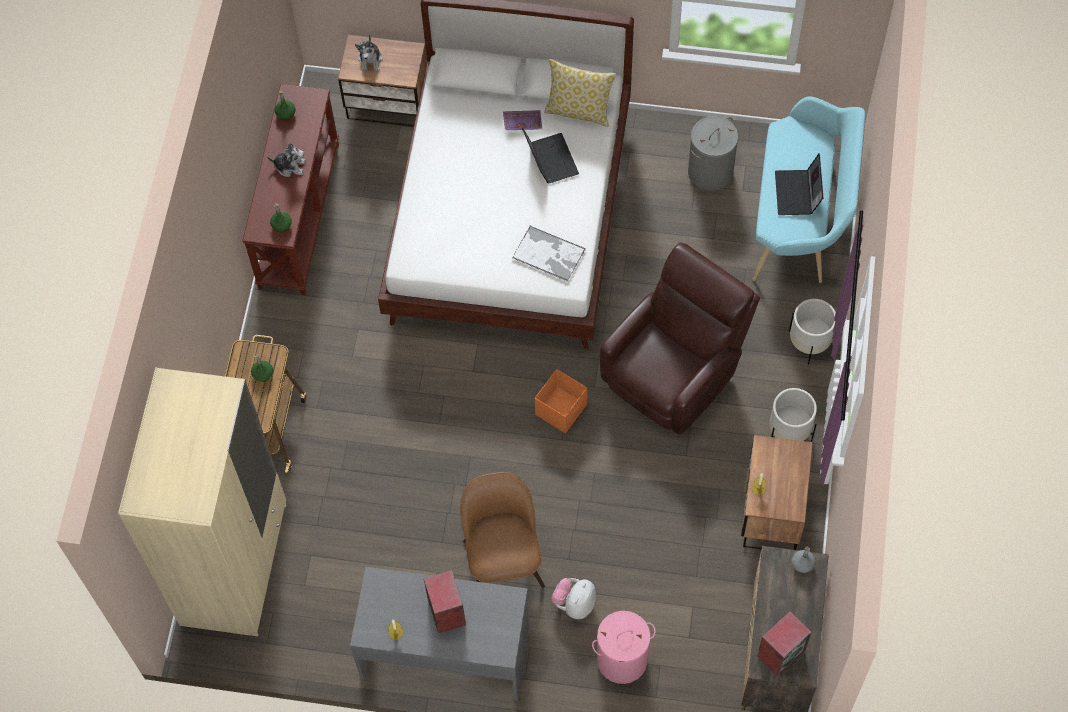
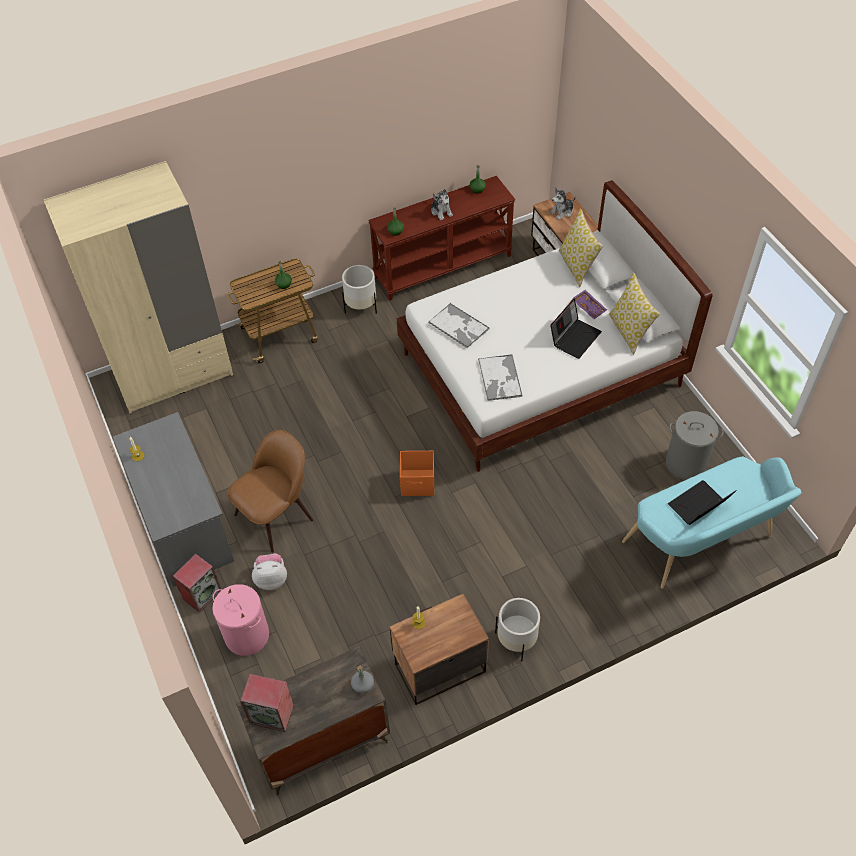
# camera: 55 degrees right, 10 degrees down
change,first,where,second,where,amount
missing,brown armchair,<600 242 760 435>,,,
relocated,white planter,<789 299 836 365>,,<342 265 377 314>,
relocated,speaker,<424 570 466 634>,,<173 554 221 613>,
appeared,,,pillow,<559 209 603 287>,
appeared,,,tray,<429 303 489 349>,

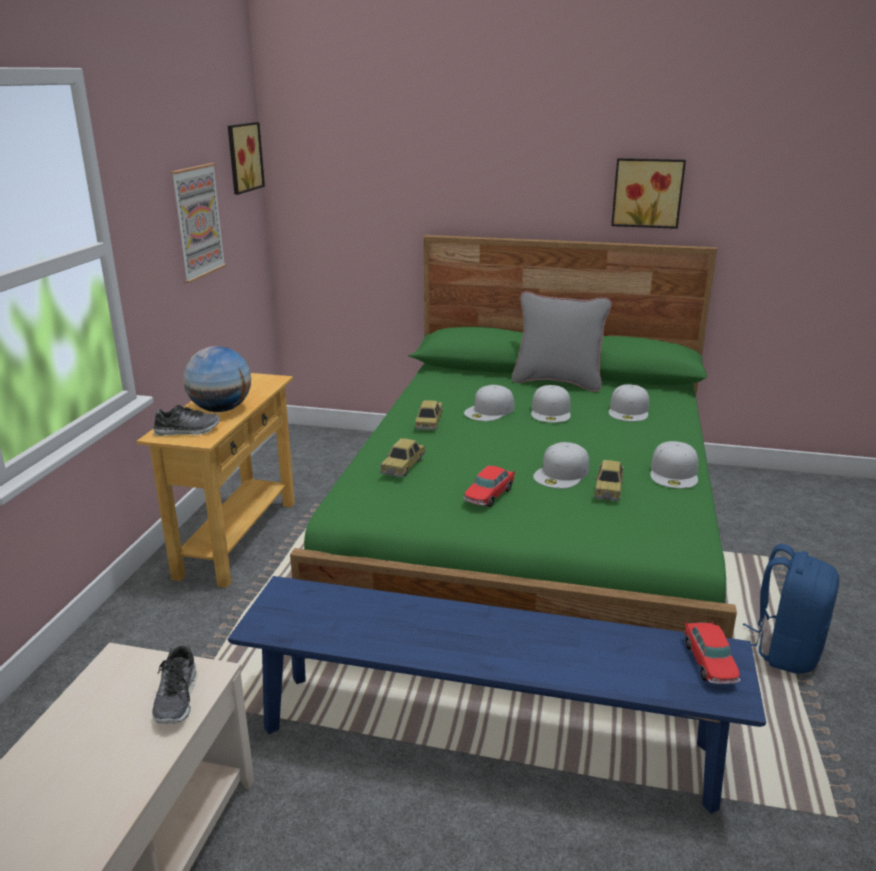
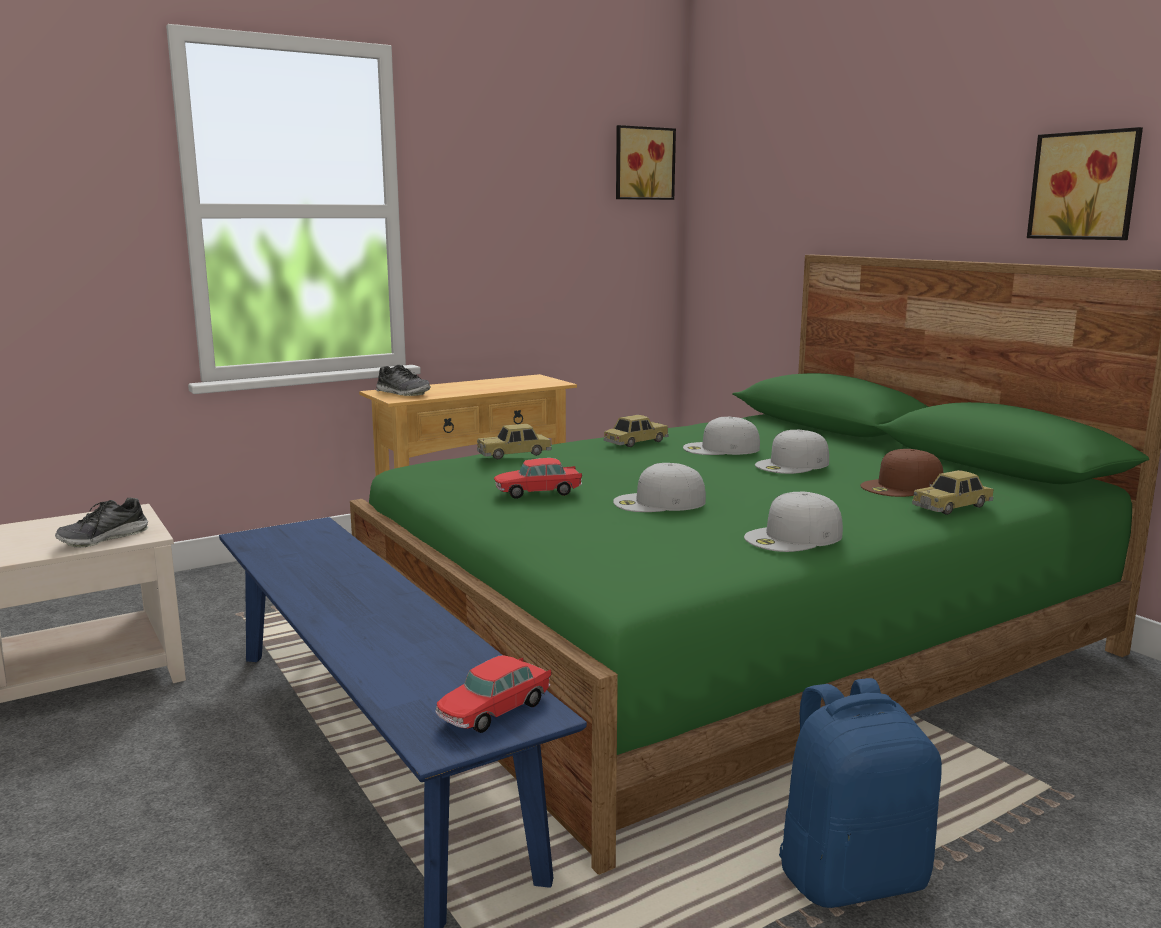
# camera: 45 degrees right, 10 degrees down
change,first,where,second,where,amount
missing,picture,<170 163 227 283>,,,
missing,grey pillow,<512 291 612 392>,,,
missing,globe,<183 346 251 412>,,,
colour,white cap,<609 384 649 422>,brown cap,<860 449 944 497>,
relocated,toy car,<594 460 624 501>,,<912 470 994 515>,

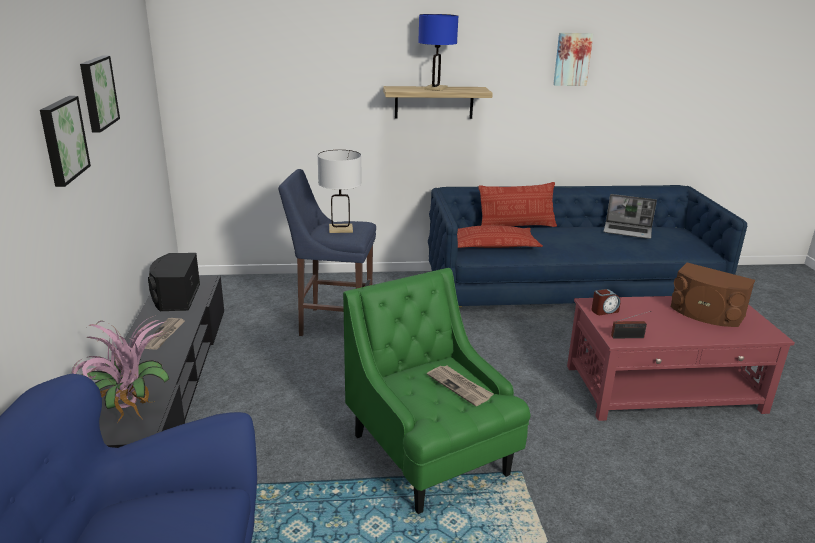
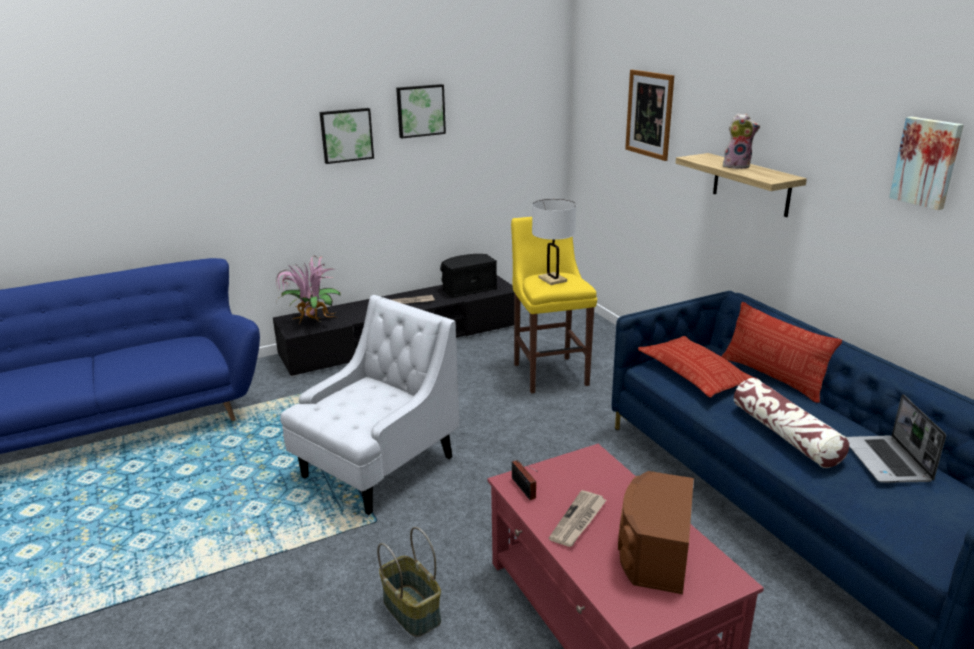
# camera: 70 degrees right, 0 degrees up
change,first,where,second,where,amount
exchanged,blue table lamp,<418 14 458 91>,plush toy,<723 113 760 169>,
colour,blue stool,<278 169 376 336>,yellow stool,<511 217 597 394>,
colour,green armchair,<343 268 531 514>,white armchair,<280 295 459 515>,
missing,alarm clock,<591 289 621 315>,,,
relocated,newspaper,<427 366 493 406>,,<549 490 606 547>,
appeared,,,picture,<625 70 674 161>,
appeared,,,pillow,<734 378 849 468>,
appeared,,,basket,<377 527 441 637>,

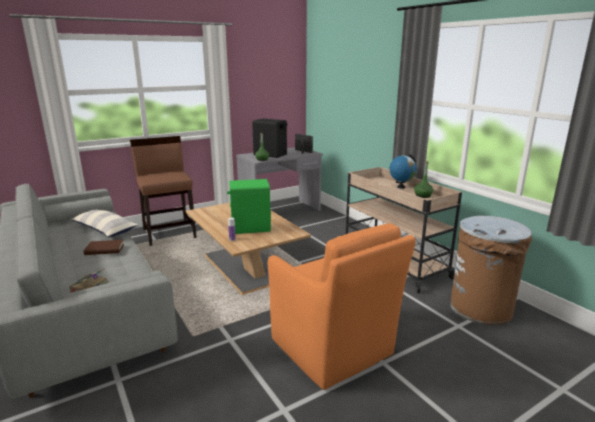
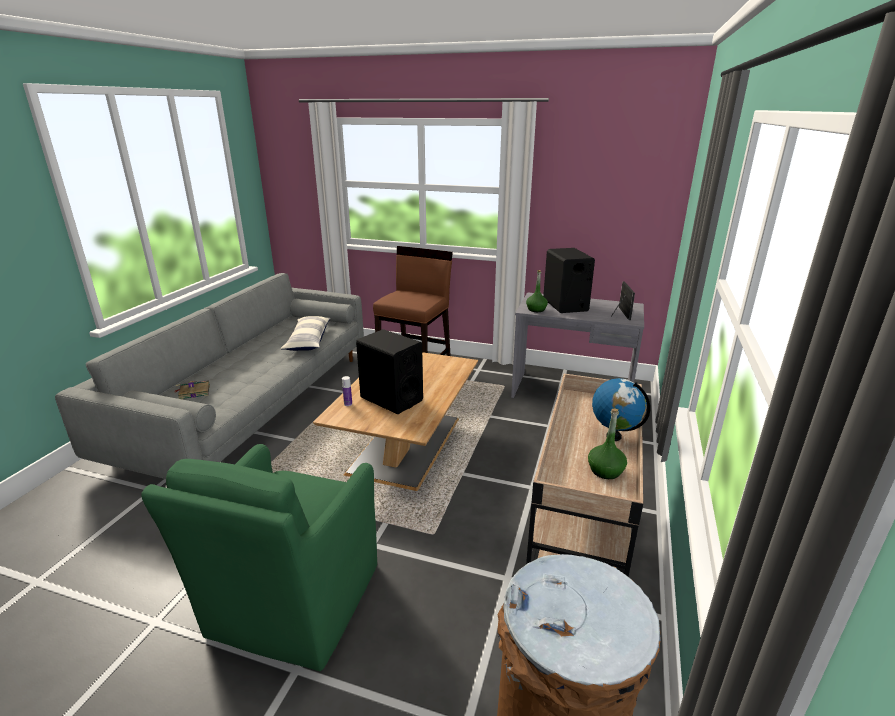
# camera: 50 degrees right, 5 degrees up
change,first,where,second,where,amount
colour,green speaker,<227 179 271 234>,black speaker,<356 329 423 414>,
colour,orange armchair,<268 223 416 390>,green armchair,<141 444 377 671>,
missing,brown book,<84 240 124 255>,,,

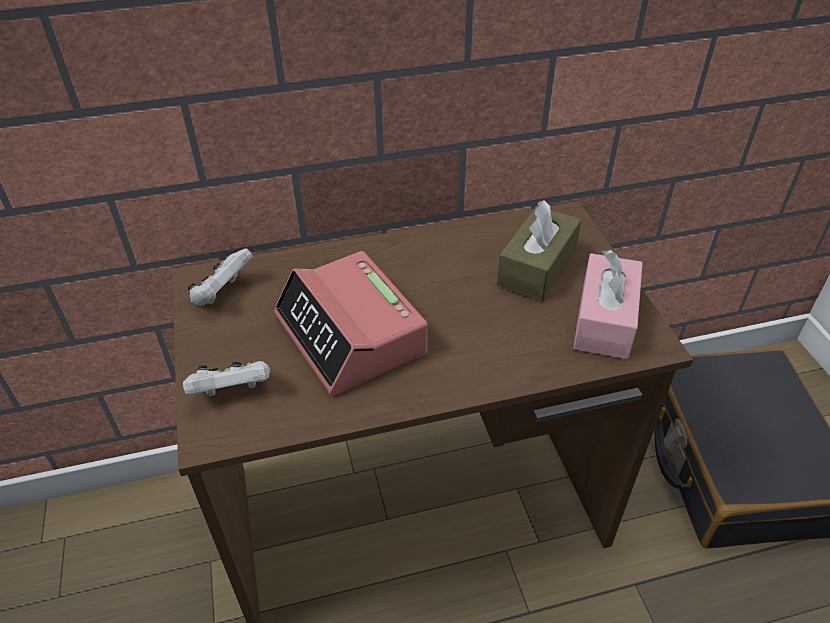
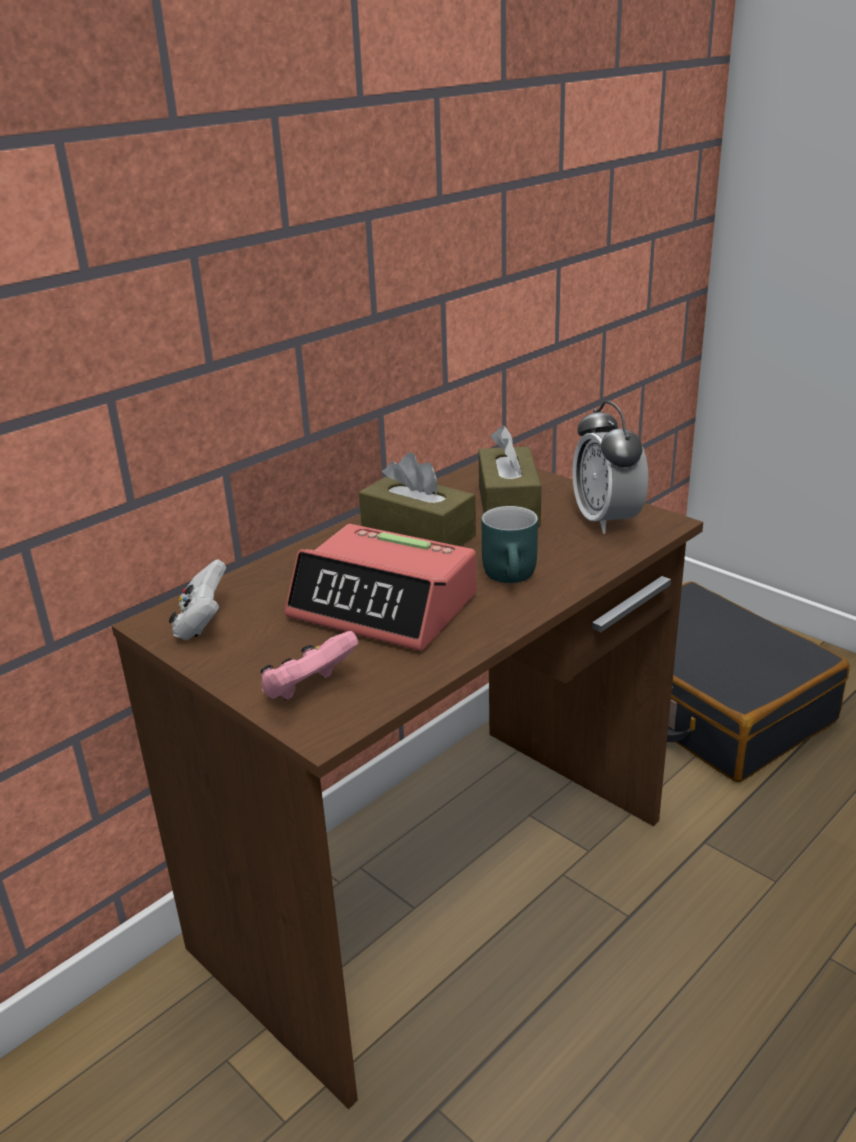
# camera: 30 degrees left, 15 degrees down
change,first,where,second,where,amount
exchanged,pink tissue box,<573 250 643 359>,alarm clock,<572 401 649 534>,
colour,white game controller,<183 361 270 397>,pink game controller,<260 631 359 700>,
appeared,,,brown tissue box,<359 453 476 546>,
appeared,,,turquoise mug,<482 506 538 583>,

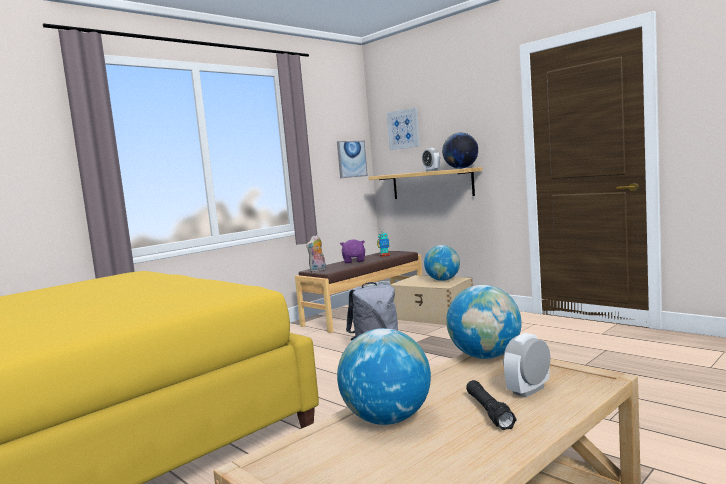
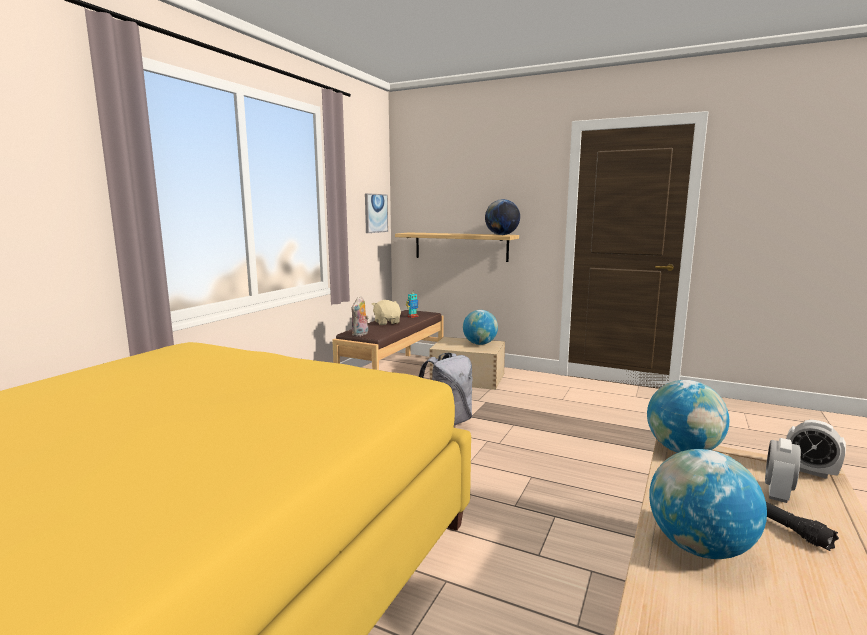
# camera: 20 degrees left, 5 degrees up
change,first,where,second,where,amount
missing,picture,<387 107 420 150>,,,
relocated,alarm clock,<422 148 440 172>,,<786 420 846 479>,
colour,purple plush toy,<340 239 365 263>,beige plush toy,<372 300 401 325>,

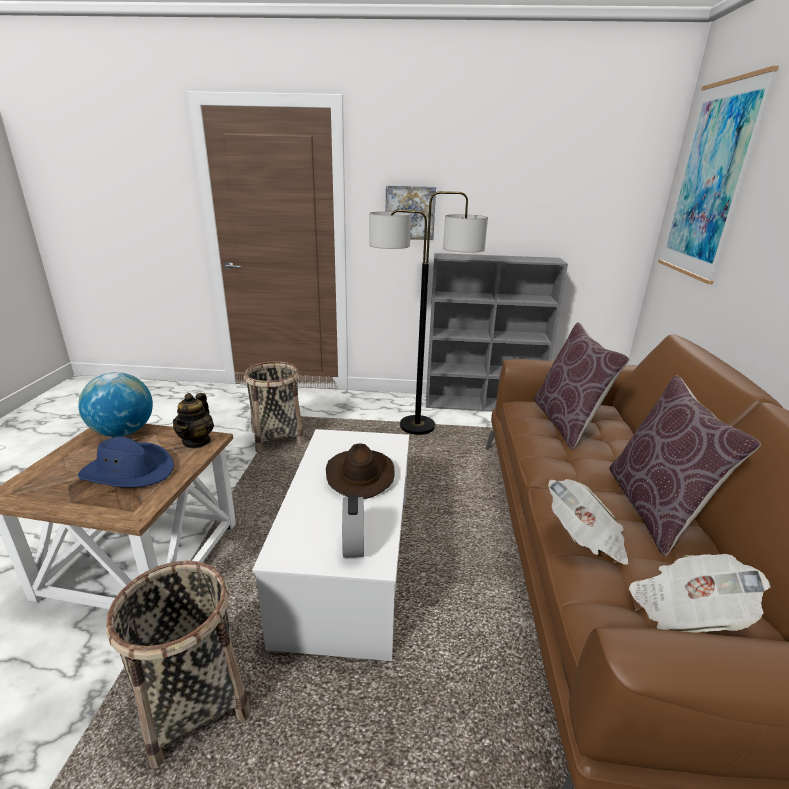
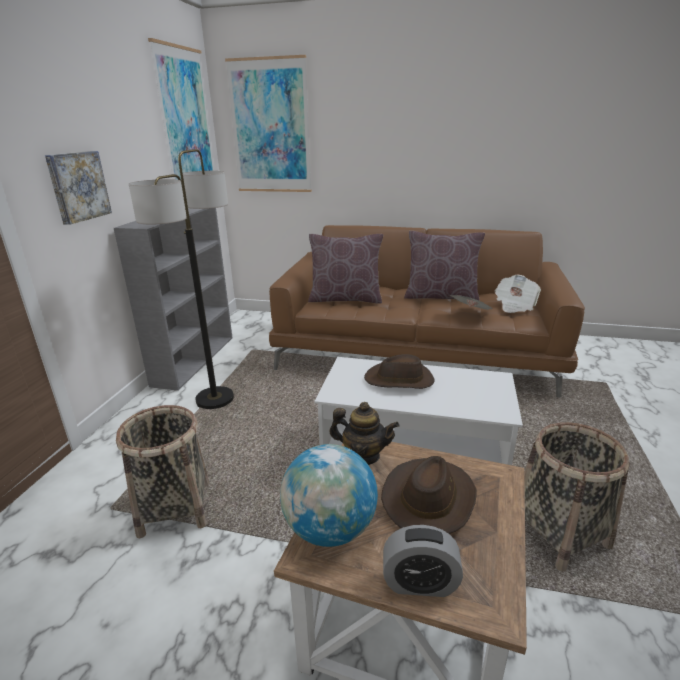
# camera: 80 degrees left, 0 degrees up
change,first,where,second,where,amount
colour,blue hat,<78 437 174 487>,brown hat,<381 456 477 534>,
relocated,alarm clock,<342 495 364 558>,,<383 525 463 597>,
appeared,,,picture,<148 38 215 180>,

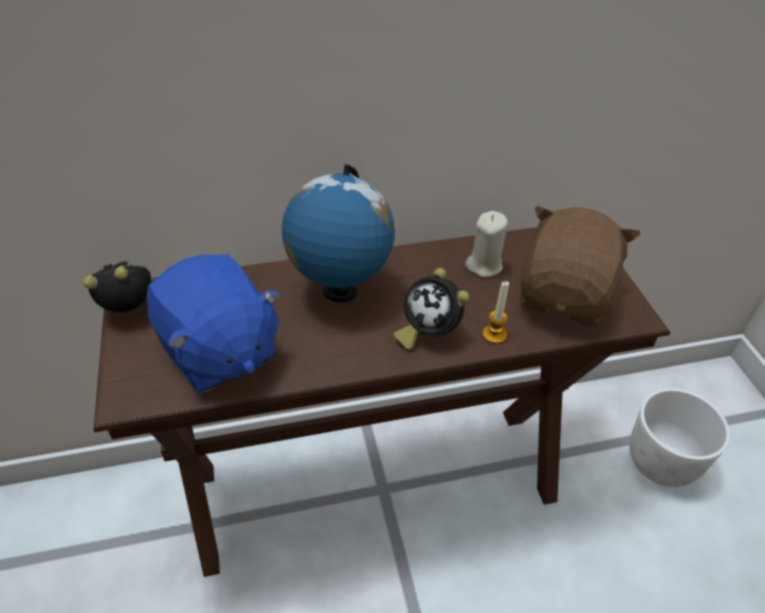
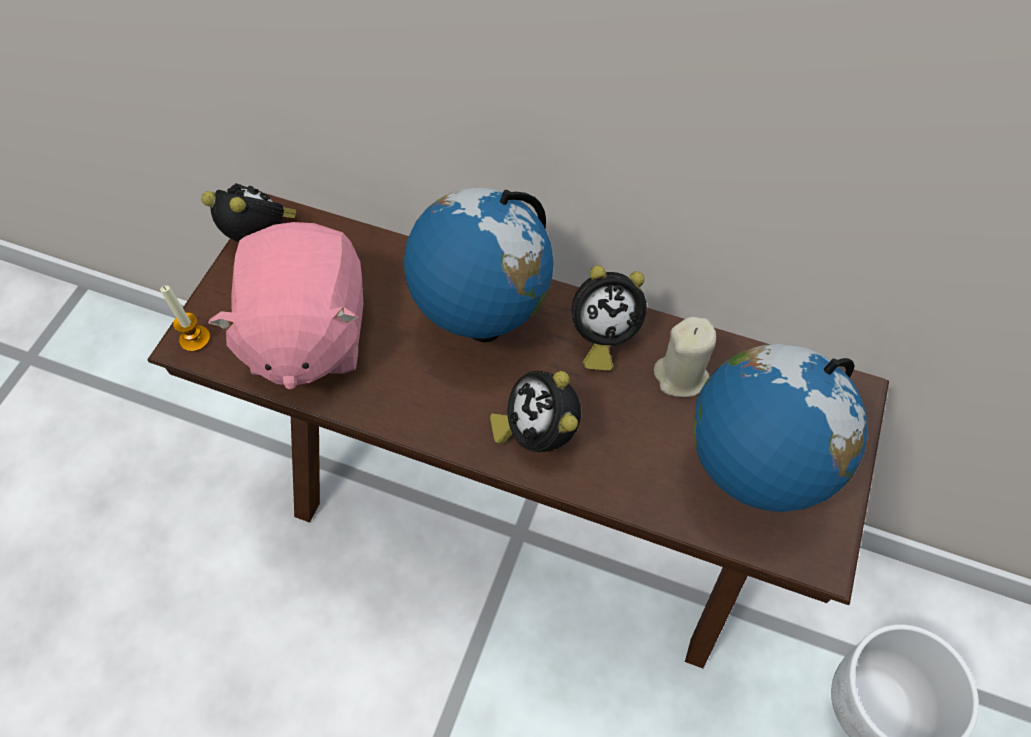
# camera: 35 degrees right, 15 degrees up
change,first,where,second,where,amount
exchanged,brown plush toy,<520 206 640 326>,globe,<693 344 868 512>,
colour,blue plush toy,<146 254 281 393>,pink plush toy,<208 222 363 390>,
relocated,candle,<482 281 509 344>,,<160 285 211 352>,
appeared,,,alarm clock,<572 265 647 371>,

